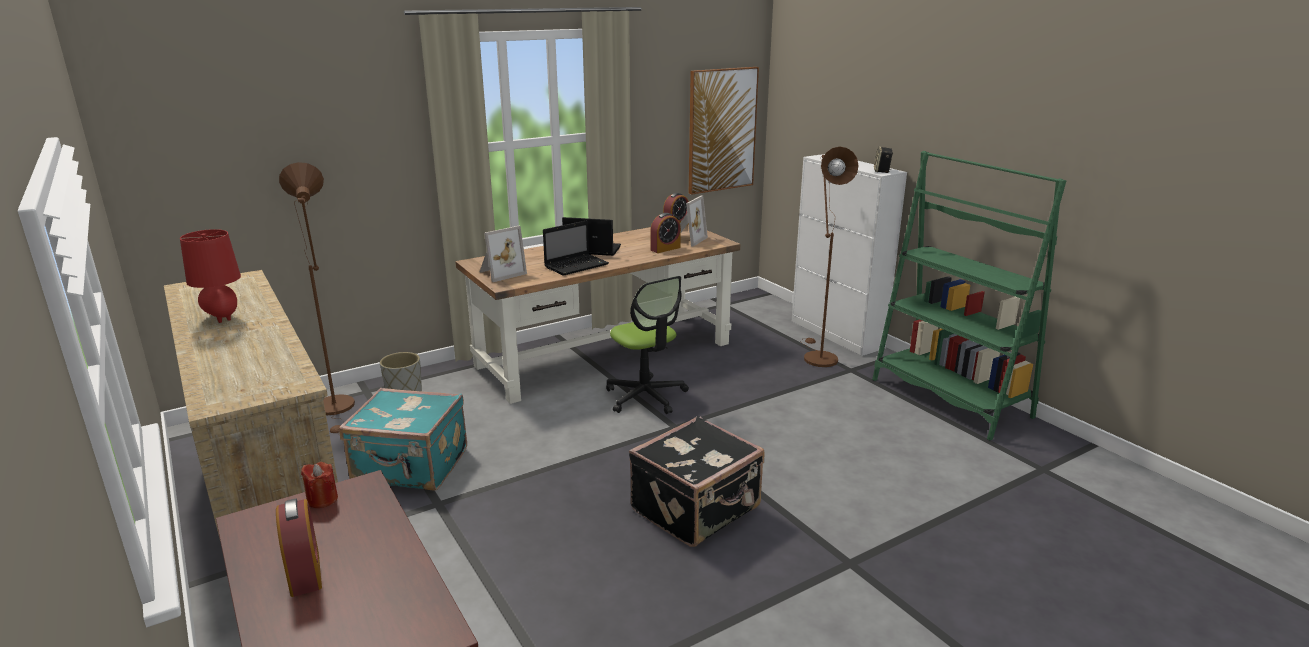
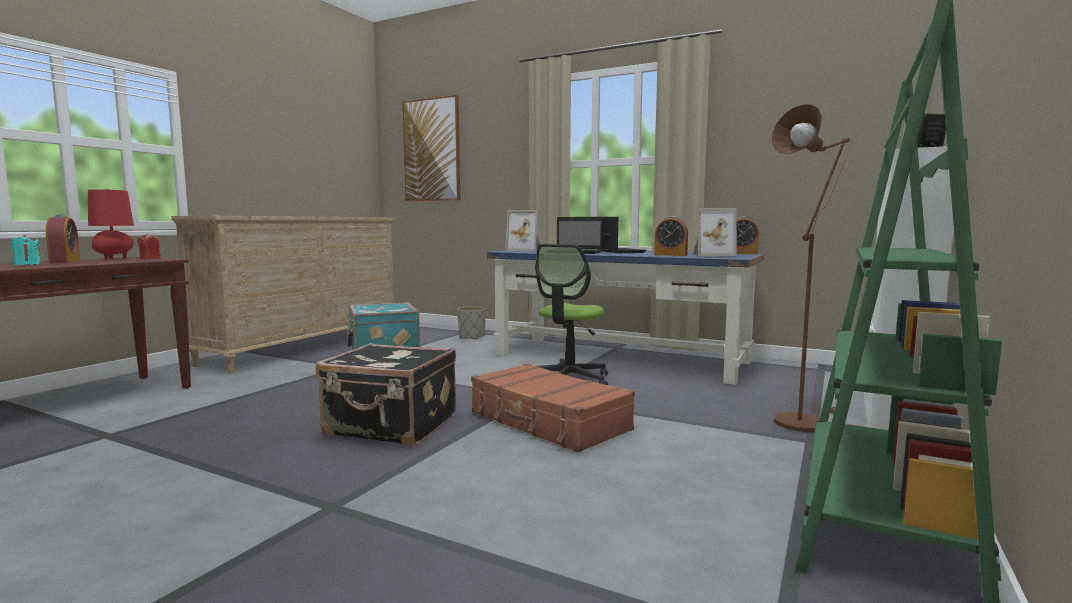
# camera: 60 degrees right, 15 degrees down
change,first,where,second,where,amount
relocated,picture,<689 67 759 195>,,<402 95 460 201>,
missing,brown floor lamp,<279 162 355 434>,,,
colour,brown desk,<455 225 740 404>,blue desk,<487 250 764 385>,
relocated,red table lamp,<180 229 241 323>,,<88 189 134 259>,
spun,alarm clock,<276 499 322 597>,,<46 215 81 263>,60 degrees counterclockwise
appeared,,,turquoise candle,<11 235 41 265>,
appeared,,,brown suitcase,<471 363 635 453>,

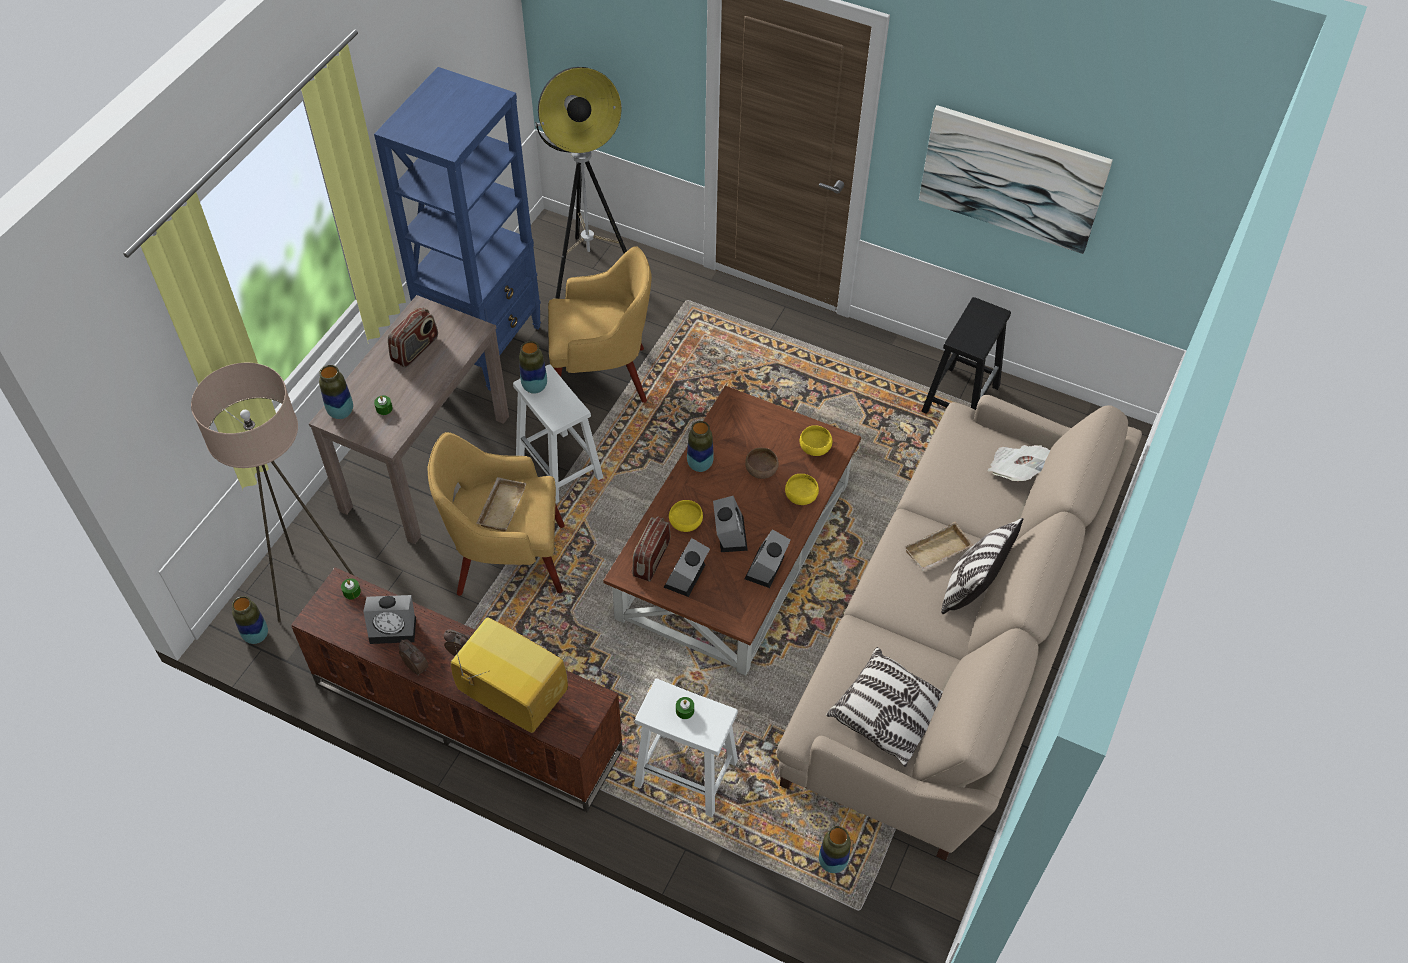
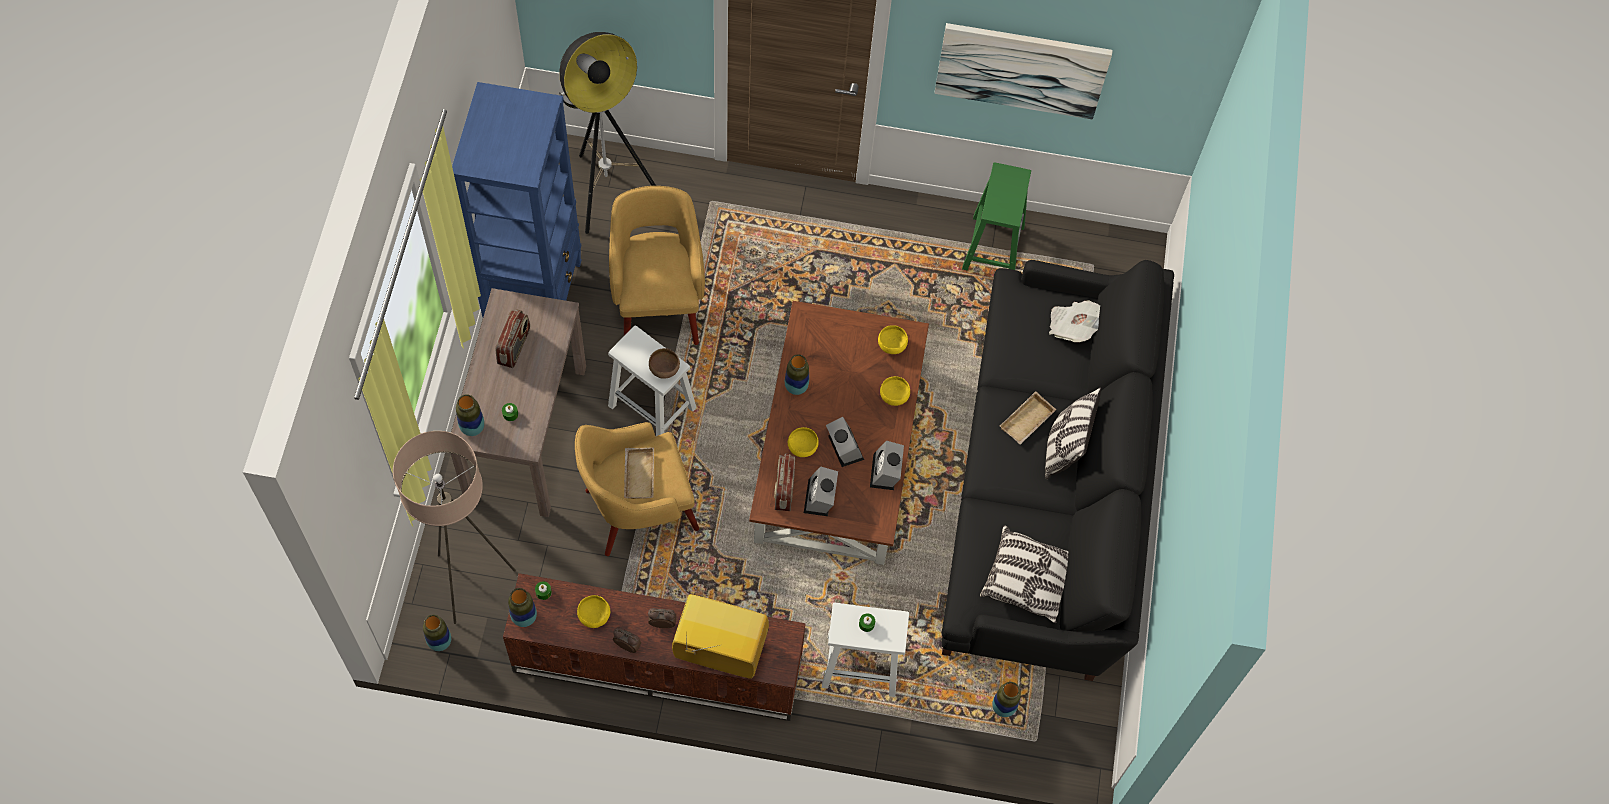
# camera: 20 degrees left, 10 degrees up
change,first,where,second,where,amount
spun,yellow armchair,<548 246 652 403>,,<609 186 705 345>,75 degrees counterclockwise
colour,black stool,<921 297 1011 414>,green stool,<962 162 1031 270>,
relocated,vase,<519 341 547 394>,,<508 588 537 627>,
colour,beige sofa,<776 395 1142 861>,black sofa,<942 260 1174 681>,
relocated,brown bowl,<745 448 779 479>,,<649 348 680 379>,
exchanged,alarm clock,<363 595 416 644>,yellow bowl,<577 595 610 628>,

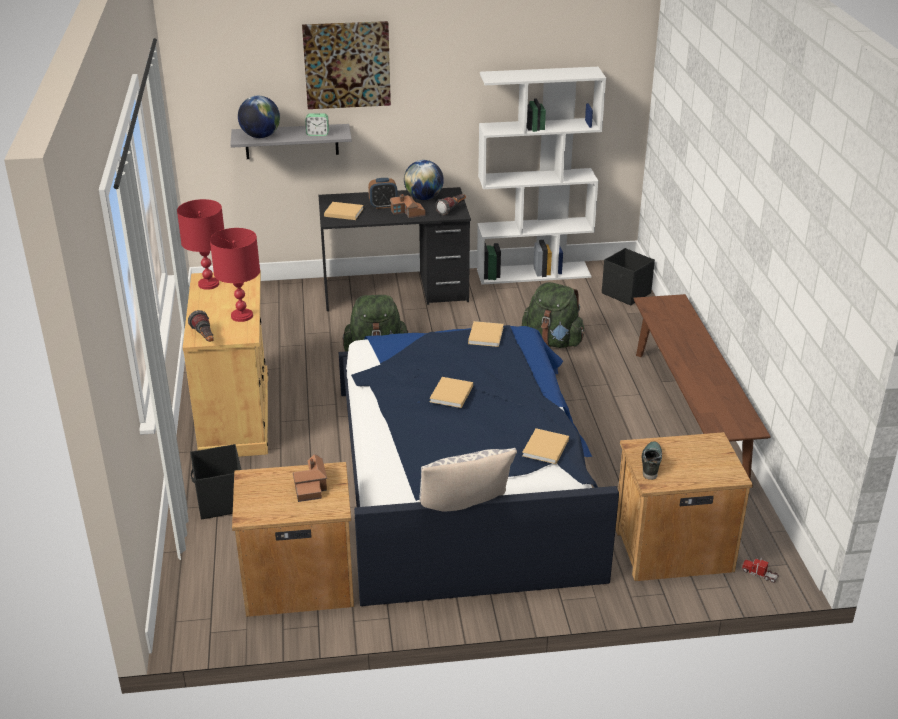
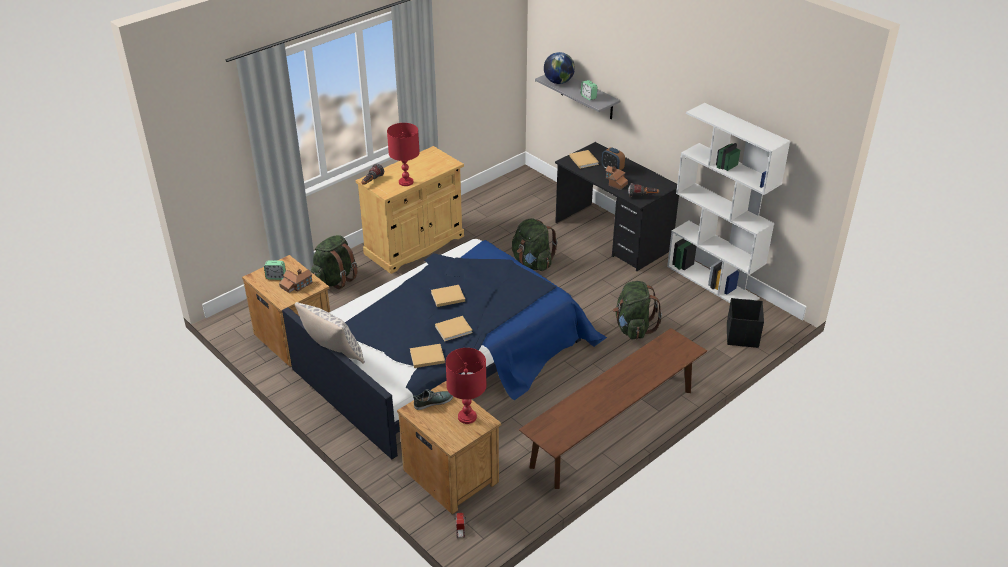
# camera: 55 degrees right, 5 degrees up
change,first,where,second,where,amount
missing,picture,<302 21 391 109>,,,
missing,globe,<404 160 444 200>,,,
relocated,red table lamp,<177 199 224 290>,,<446 348 487 424>,
relocated,beige book,<468 321 504 347>,,<435 316 473 341>,
exchanged,black storage box,<190 444 241 519>,green backpack,<311 235 358 289>,
appeared,,,alarm clock,<264 260 286 280>,

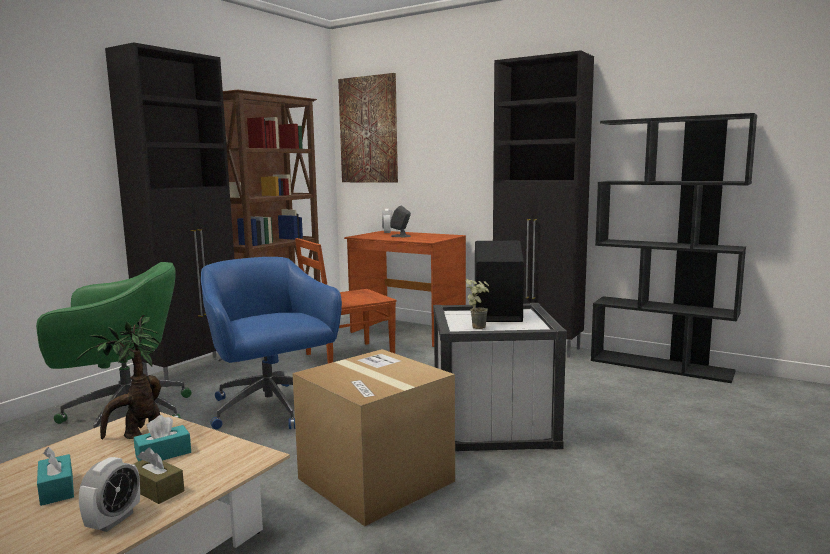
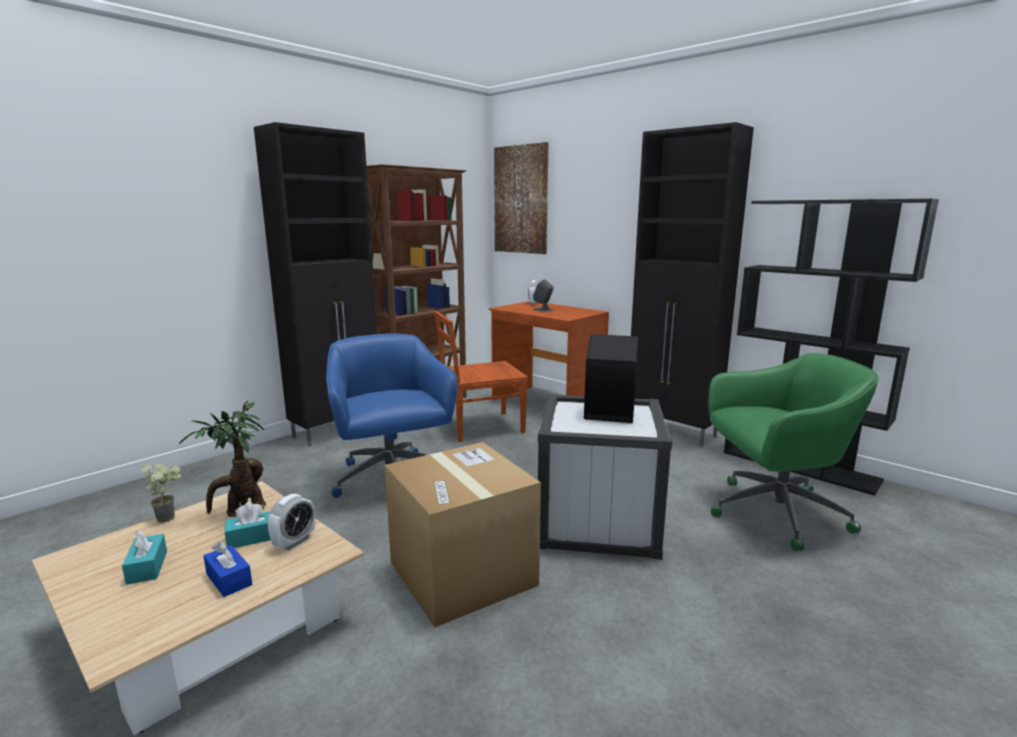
# camera: 10 degrees right, 5 degrees up
change,first,where,second,where,amount
relocated,green office chair,<36 262 192 428>,,<708 353 879 551>,
relocated,potted plant,<466 279 489 329>,,<141 464 182 523>,
colour,brown tissue box,<133 448 184 504>,blue tissue box,<203 542 252 597>,
relocated,alarm clock,<79 457 140 532>,,<268 494 315 550>,

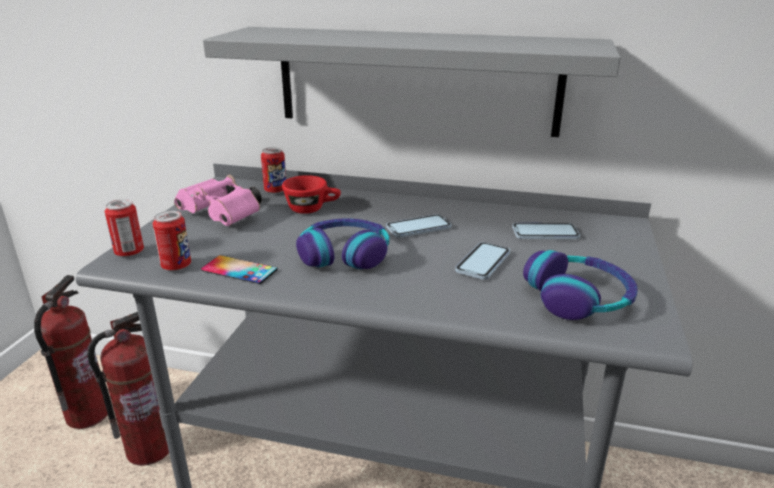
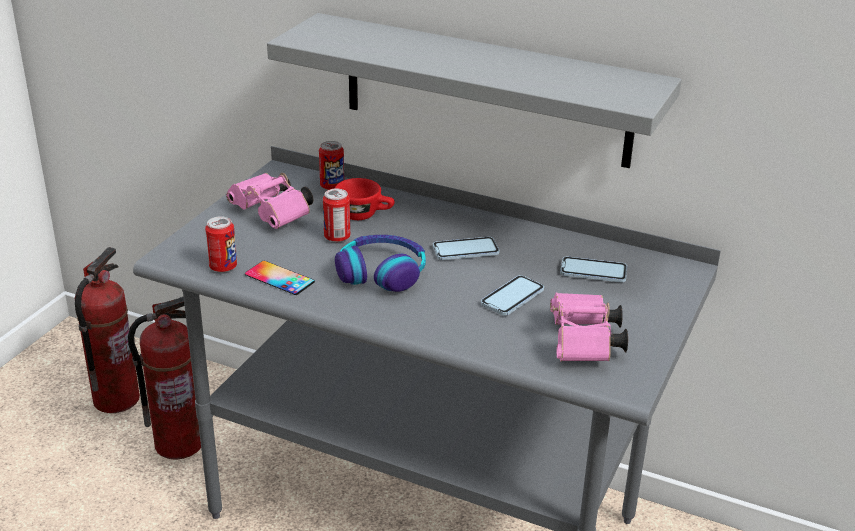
# camera: 10 degrees right, 5 degrees up
change,first,where,second,where,amount
relocated,can,<105 199 144 257>,,<323 188 350 242>,
exchanged,headphones,<523 250 638 320>,pink binoculars,<550 293 628 361>,

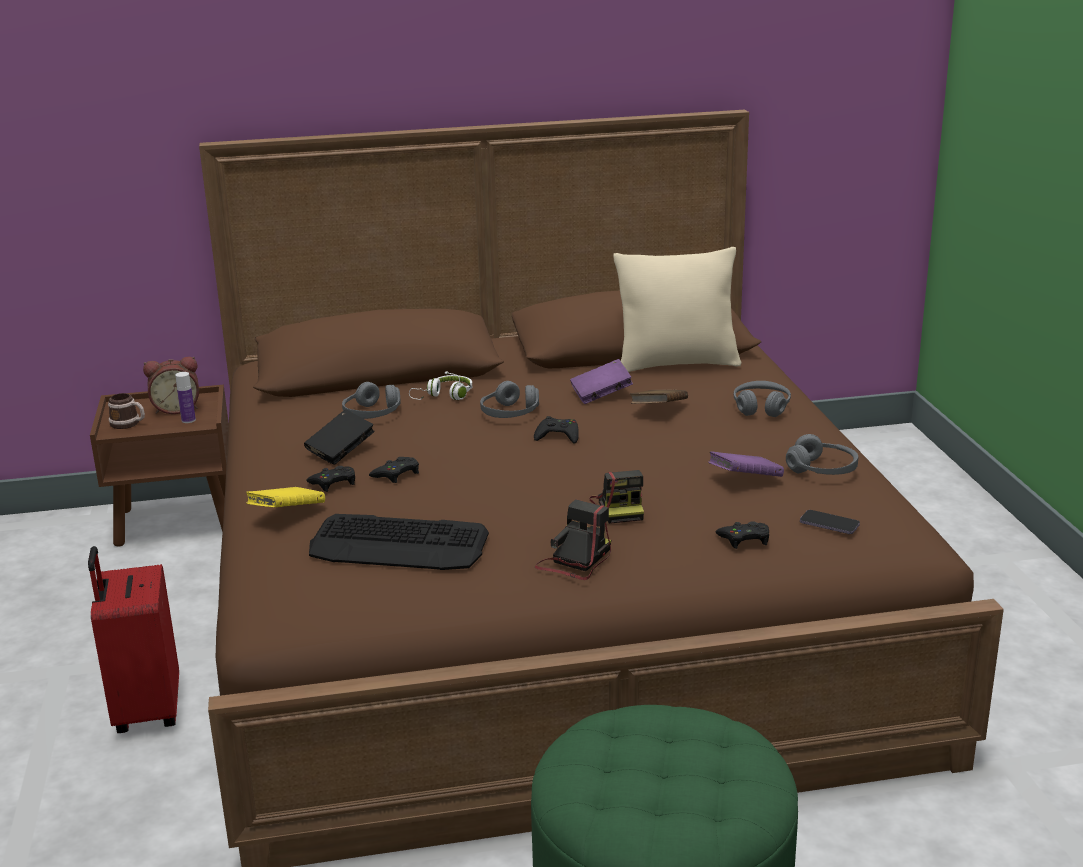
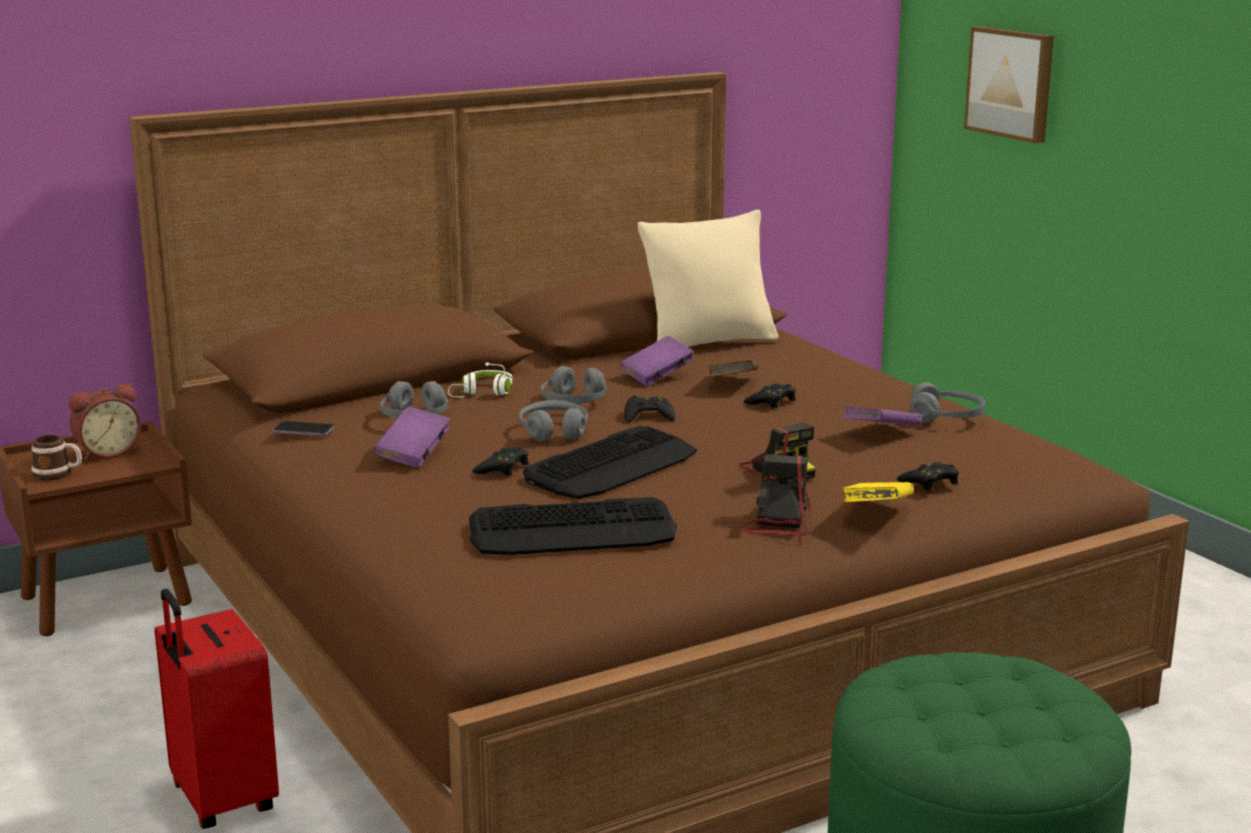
# camera: 20 degrees left, 5 degrees down
change,first,where,second,where,amount
missing,bottle,<175 372 196 423>,,,
relocated,grey headphones,<734 381 791 417>,,<519 400 588 442>,
colour,black book,<304 410 374 464>,purple book,<374 406 450 467>,
relocated,black game controller,<307 466 355 492>,,<744 384 796 408>,
relocated,yellow book,<246 487 325 507>,,<842 482 914 502>,
relocated,phone,<800 510 860 534>,,<273 421 334 436>,
appeared,,,picture,<964 26 1054 143>,
appeared,,,keyboard,<523 426 697 499>,

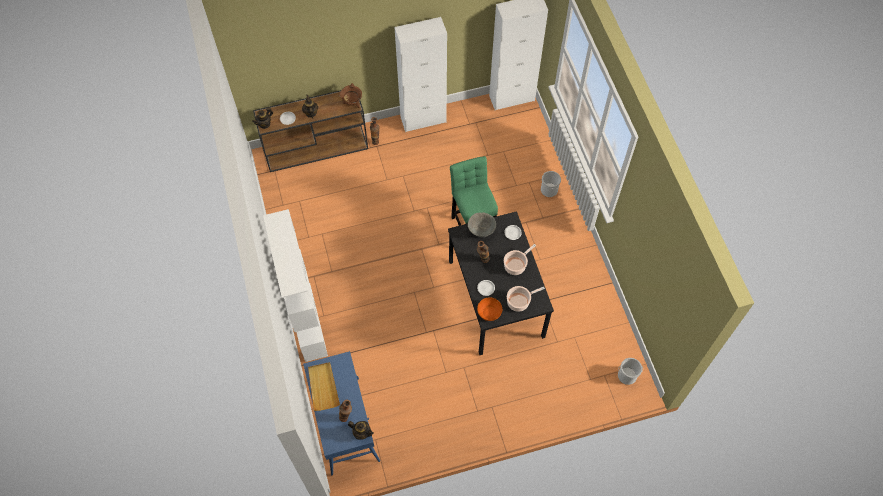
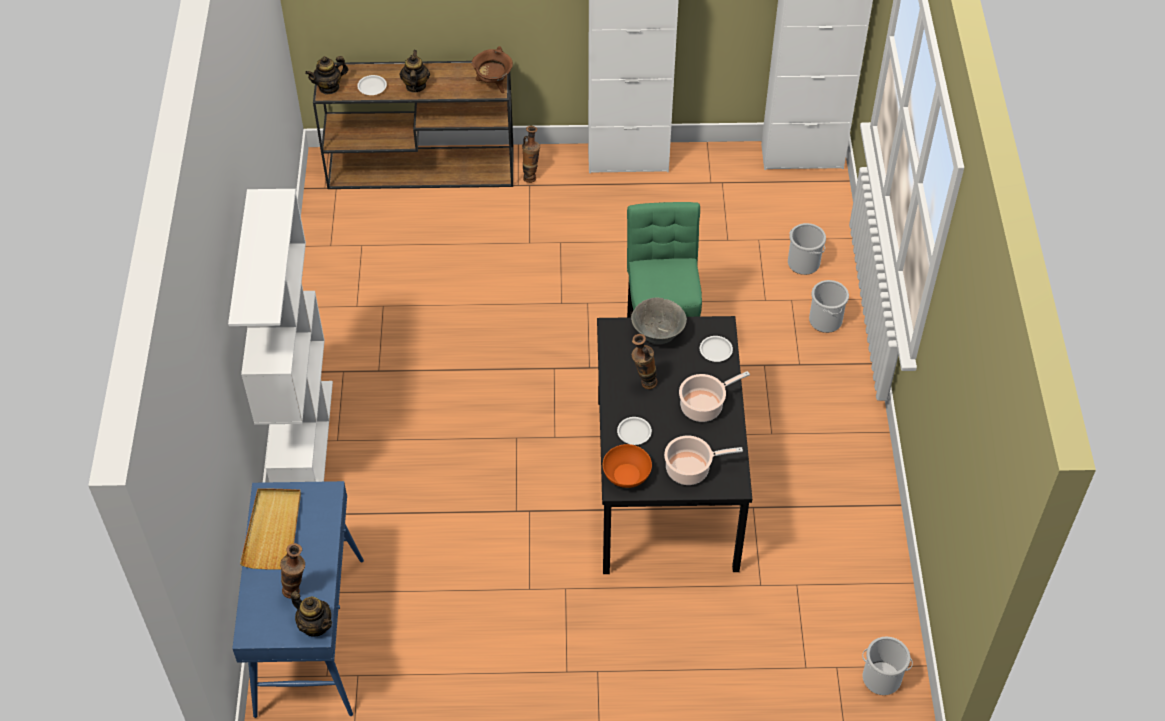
# camera: 15 degrees right, 10 degrees down
change,first,where,second,where,amount
appeared,,,bucket,<788 223 826 275>,

